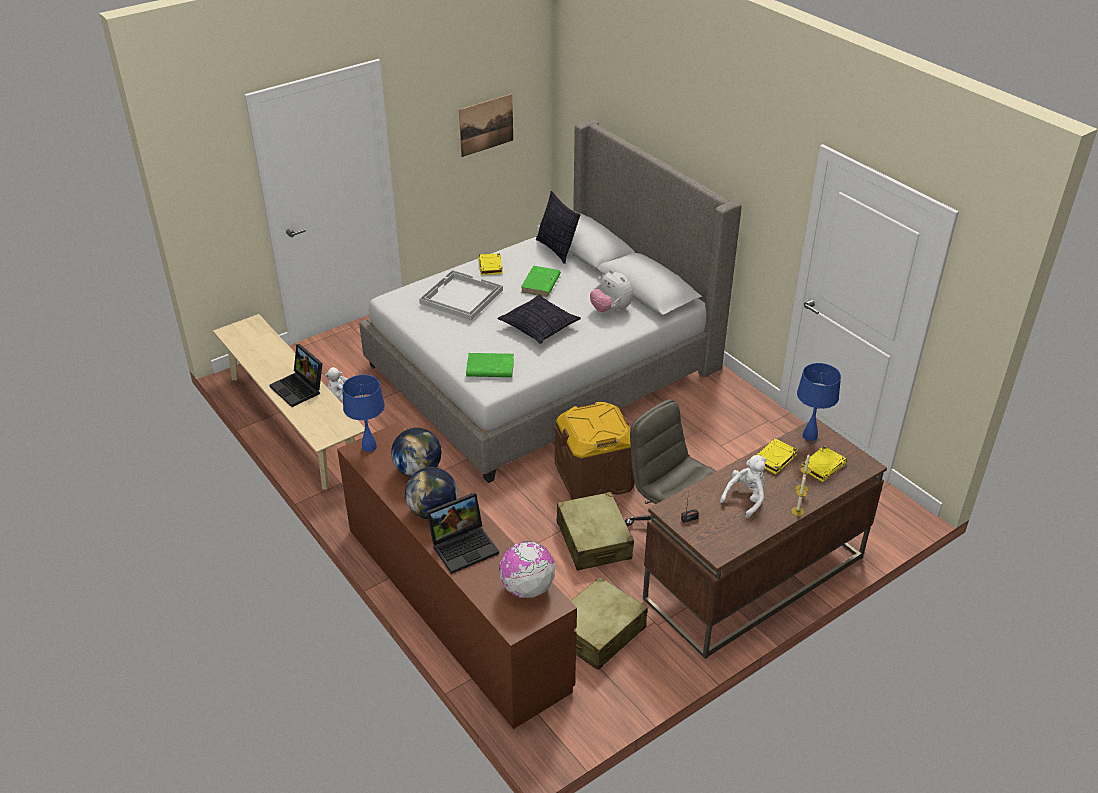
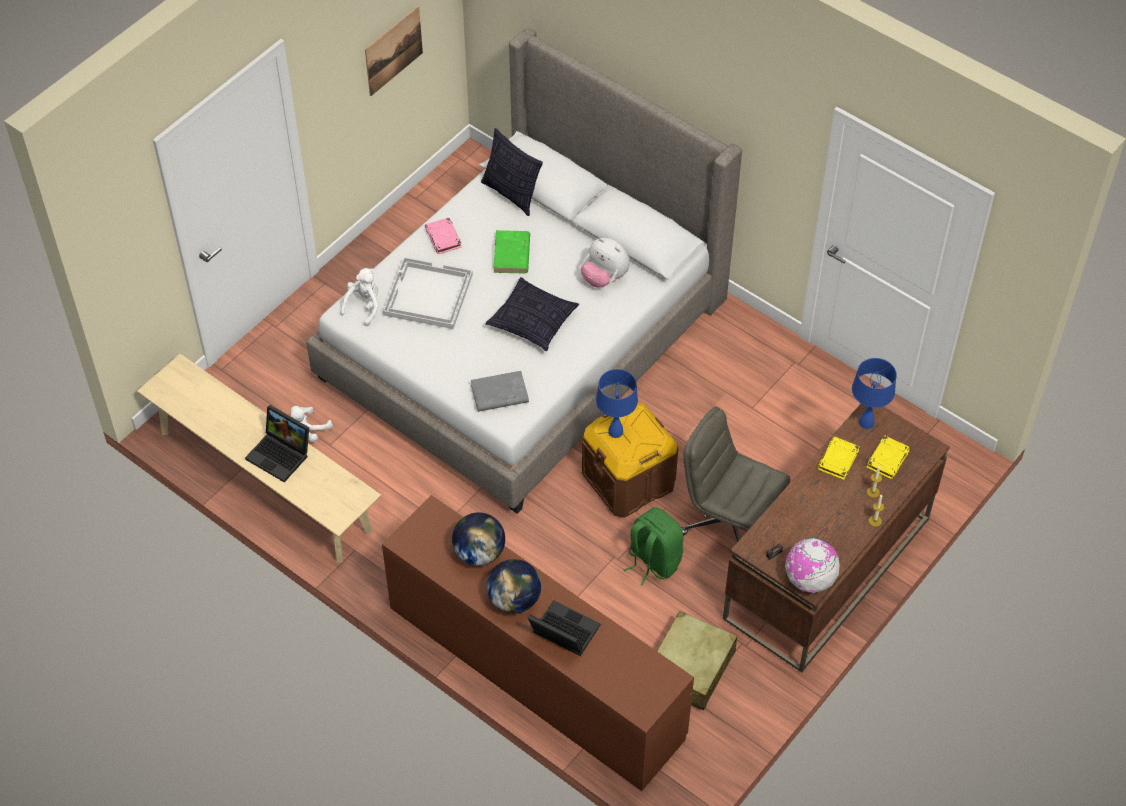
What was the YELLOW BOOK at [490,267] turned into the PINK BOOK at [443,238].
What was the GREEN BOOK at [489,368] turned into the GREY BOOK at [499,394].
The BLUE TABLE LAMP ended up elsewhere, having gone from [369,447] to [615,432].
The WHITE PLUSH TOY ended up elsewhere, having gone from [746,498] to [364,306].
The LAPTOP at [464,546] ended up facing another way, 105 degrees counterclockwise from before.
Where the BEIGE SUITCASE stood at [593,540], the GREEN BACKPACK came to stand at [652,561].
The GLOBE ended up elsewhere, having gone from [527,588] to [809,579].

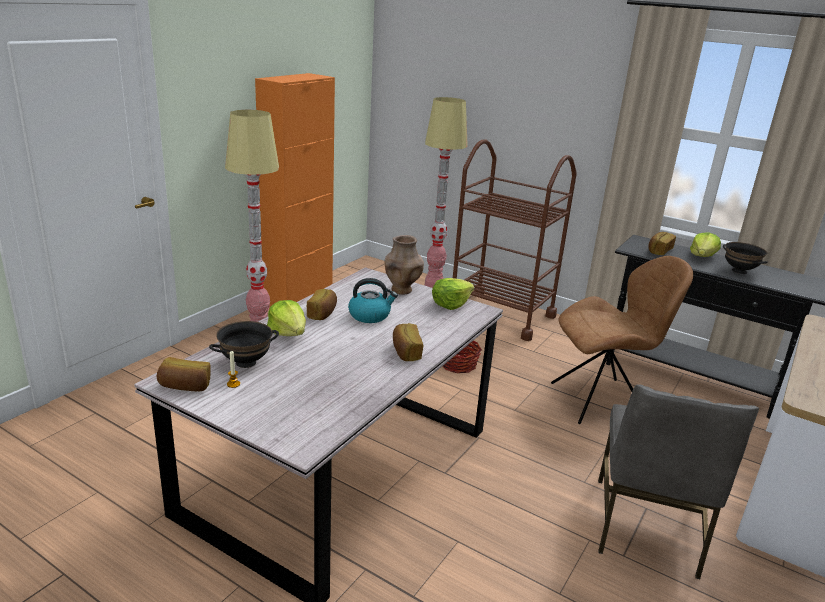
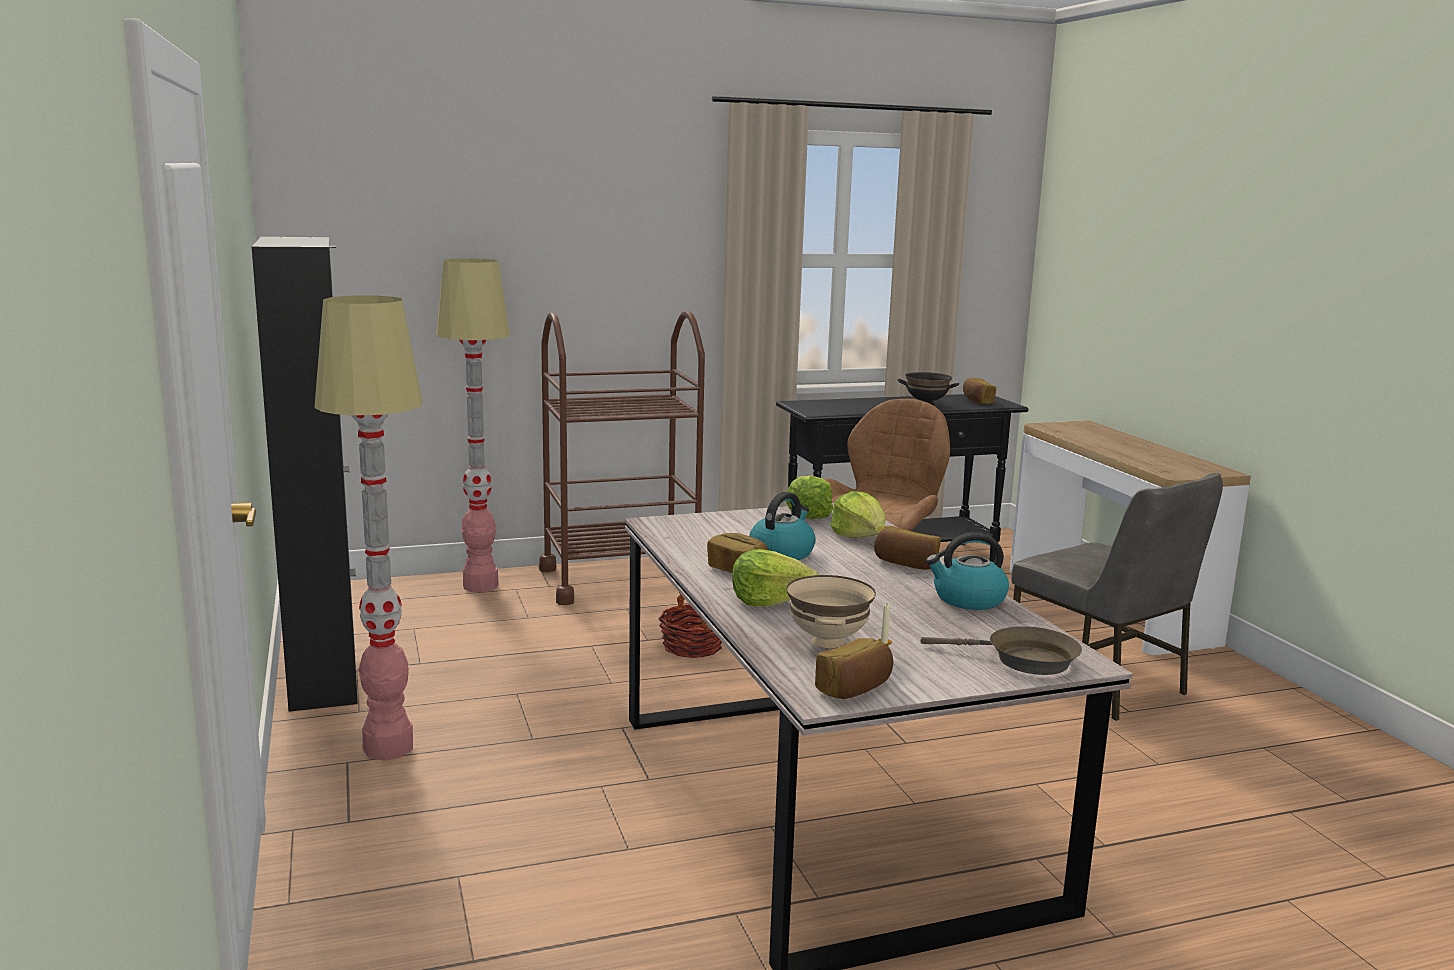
What was the ORANGE CABINET at [298,299] turned into the BLACK CABINET at [323,678].
The BREAD ended up elsewhere, having gone from [659,251] to [977,401].
The LETTUCE ended up elsewhere, having gone from [702,256] to [859,536].
The second view lost the BROWN VASE at [401,290].
What was the BLACK BOWL at [246,362] turned into the BEIGE BOWL at [827,641].
The second view gained the KETTLE at [968,599].
The second view gained the BROWN FRYING PAN at [1024,660].

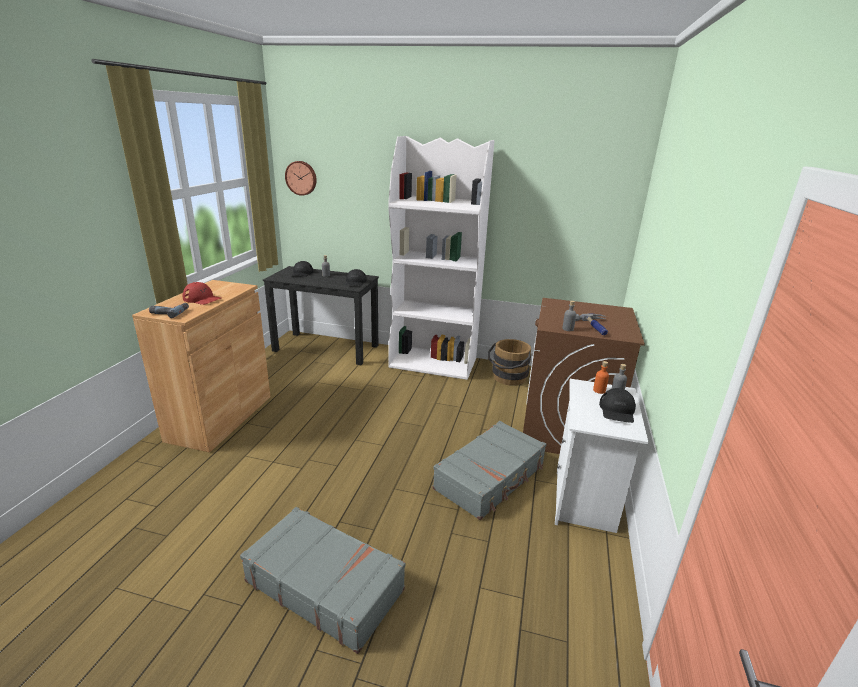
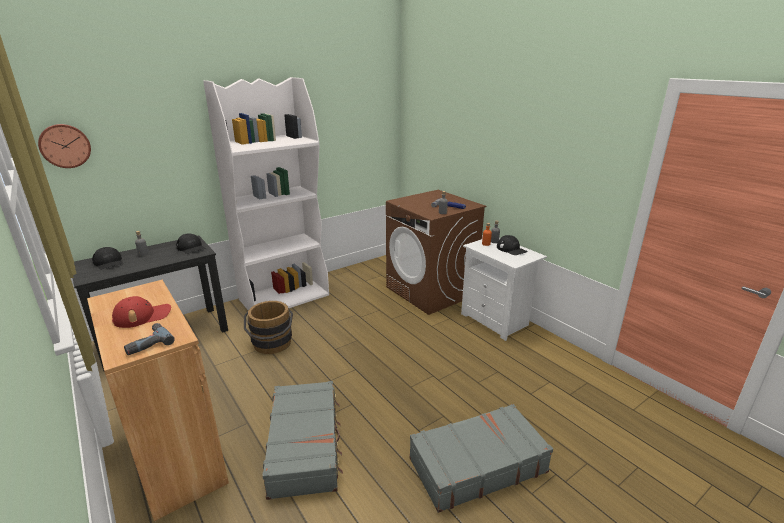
The BROWN BUCKET ended up elsewhere, having gone from [507,378] to [272,345].
The GREY SUITCASE ended up elsewhere, having gone from [490,477] to [305,445].

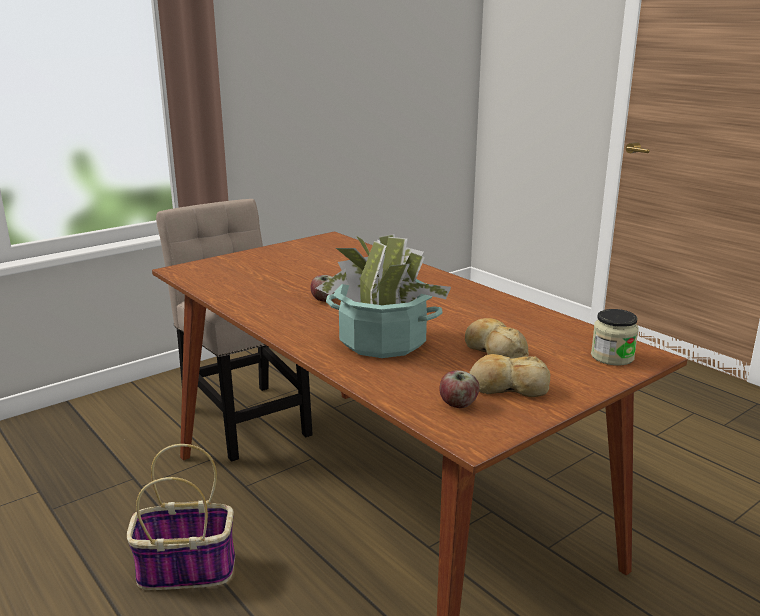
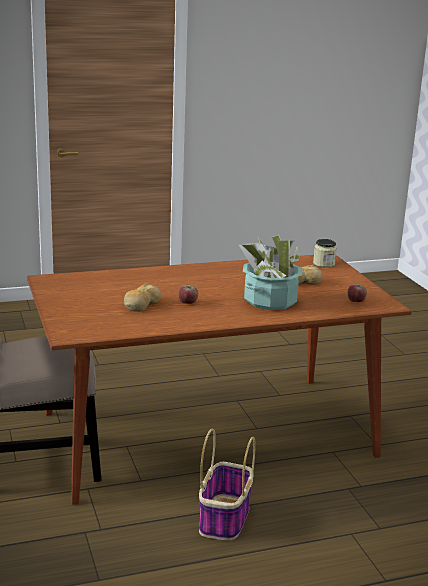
The BREAD ended up elsewhere, having gone from [508,387] to [141,304].

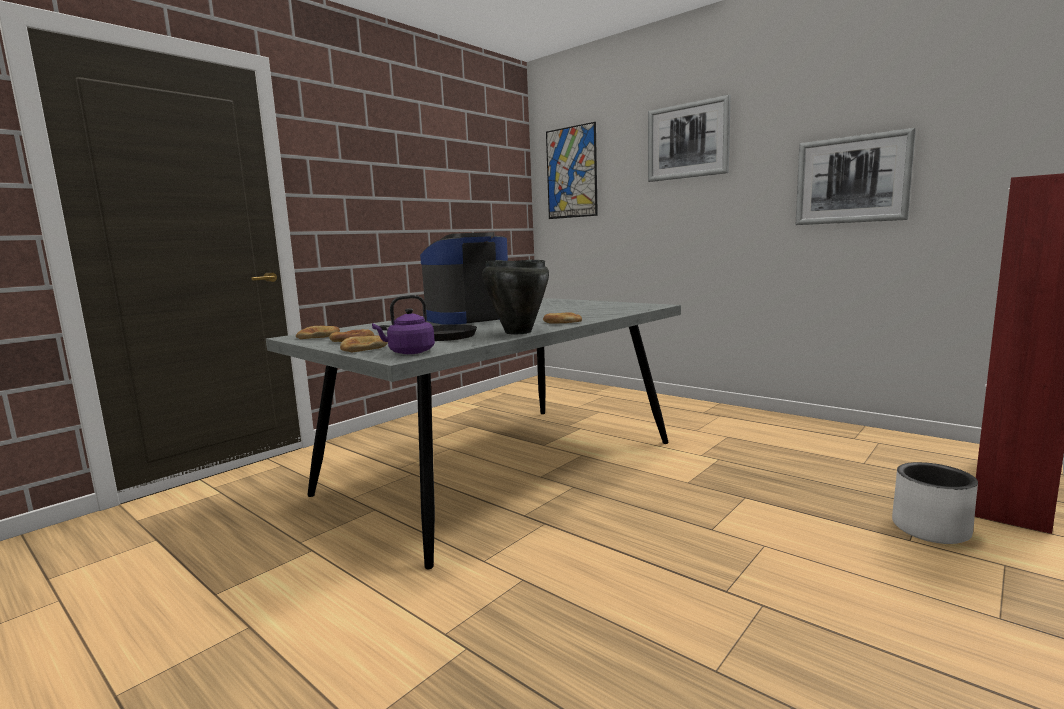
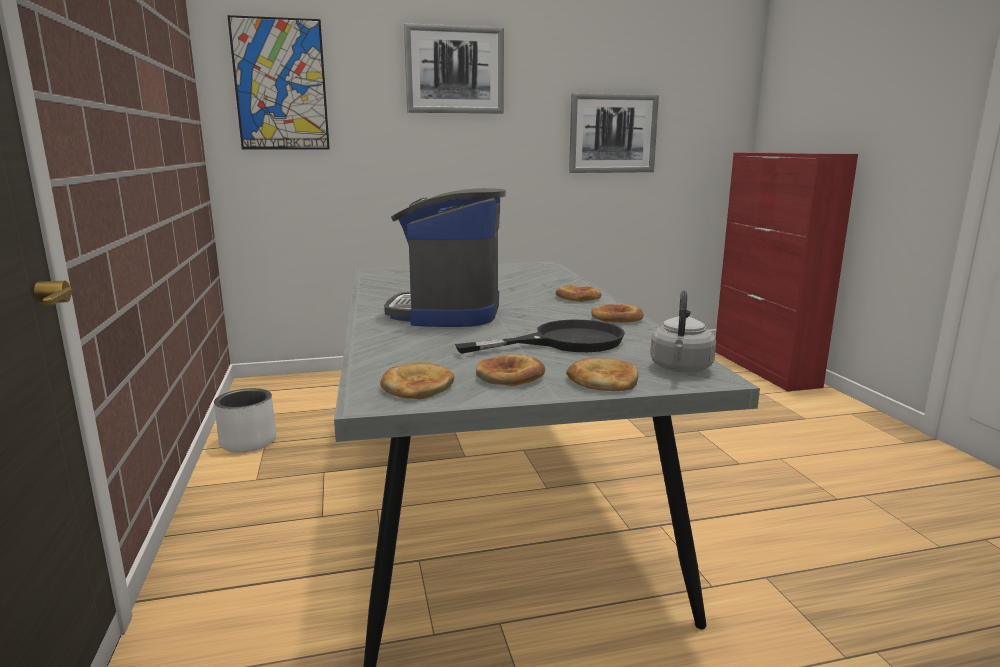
Where the BLACK COOKING POT stood at [517,332], the BREAD came to stand at [617,318].
What was the PURPLE KETTLE at [409,352] turned into the GREY KETTLE at [680,369].
The WHITE PLANTER ended up elsewhere, having gone from [931,529] to [249,442].

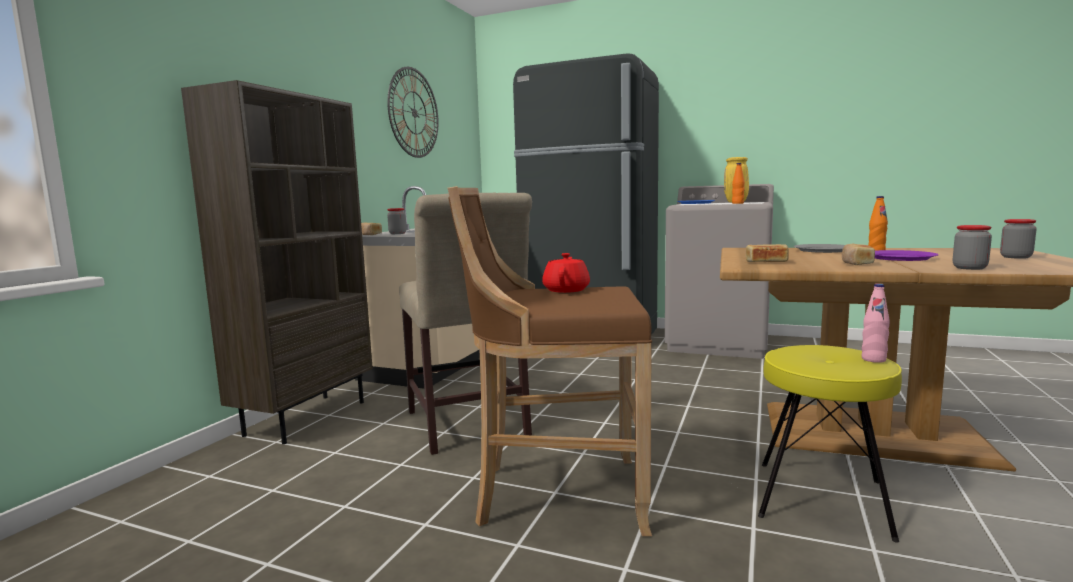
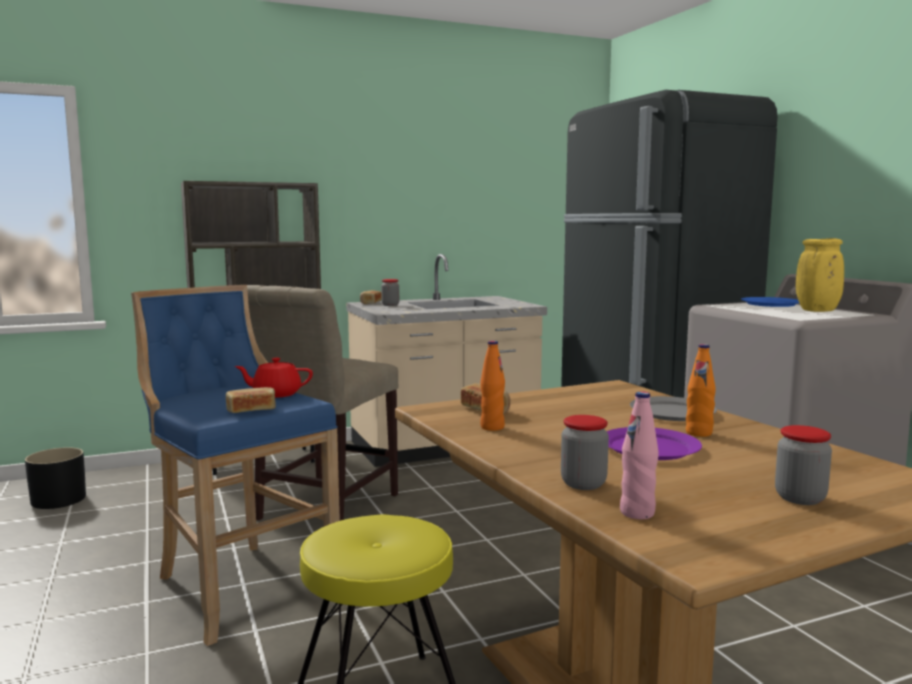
The second view lost the WALL CLOCK at [414,113].
The ORANGE BOTTLE ended up elsewhere, having gone from [737,203] to [492,427].
What was the BROWN STOOL at [555,494] turned into the BLUE STOOL at [240,585].
The BREAD ended up elsewhere, having gone from [856,263] to [251,410].
The RED TEAPOT at [566,290] ended up facing another way, 150 degrees counterclockwise from before.
The PINK BOTTLE ended up elsewhere, having gone from [873,359] to [637,513].
The second view gained the BLACK PLANTER at [59,499].

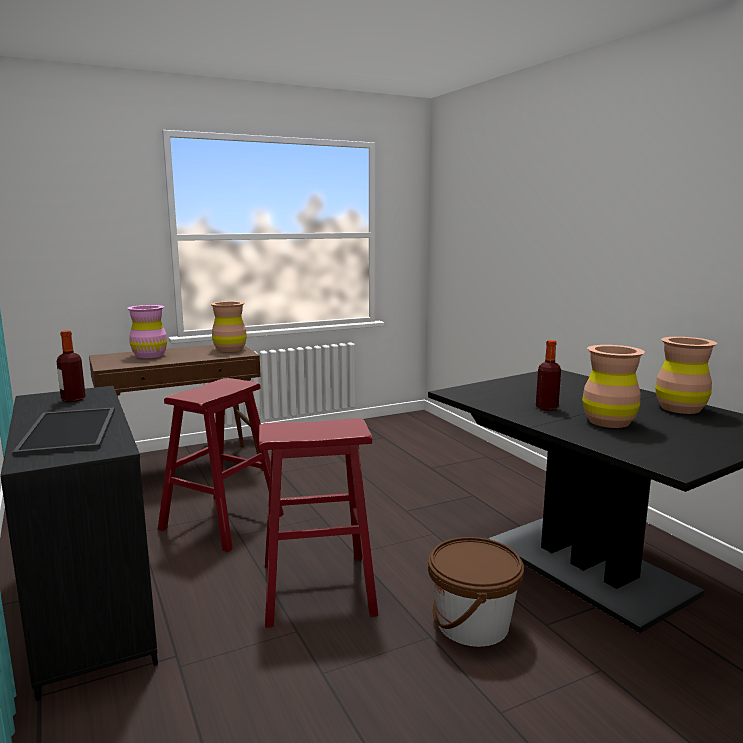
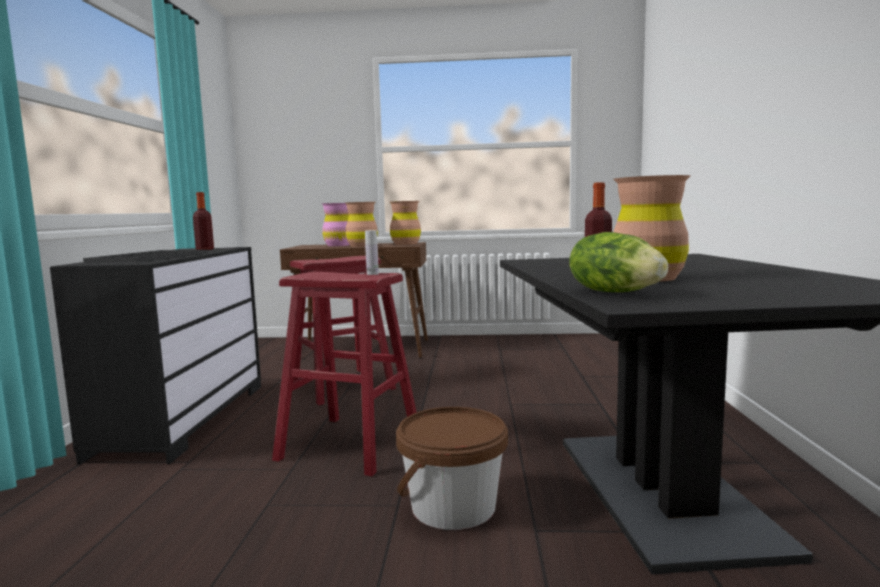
The BROWN VASE ended up elsewhere, having gone from [680,408] to [362,246].
The second view gained the WHITE BOTTLE at [372,274].
The second view gained the LETTUCE at [614,292].

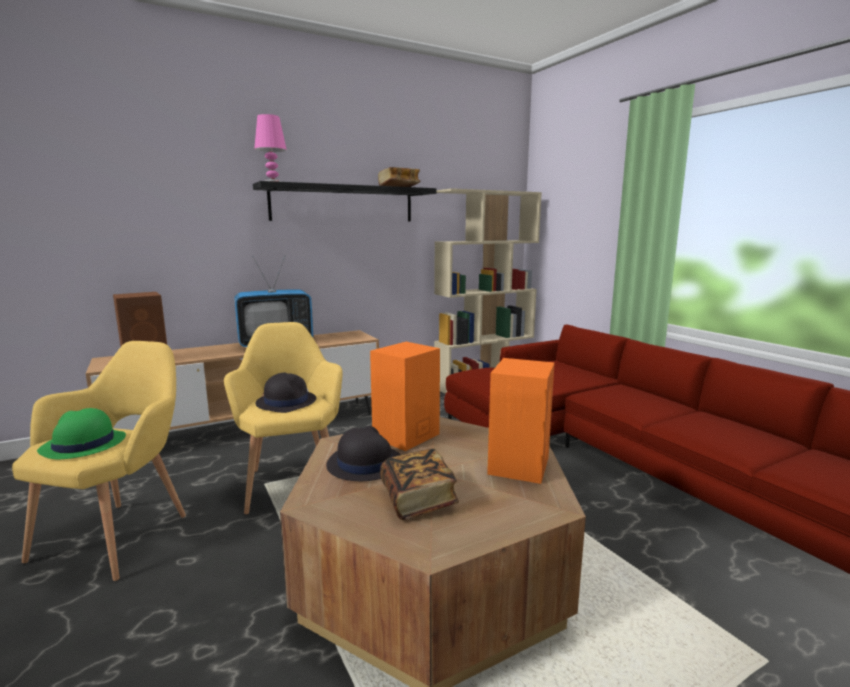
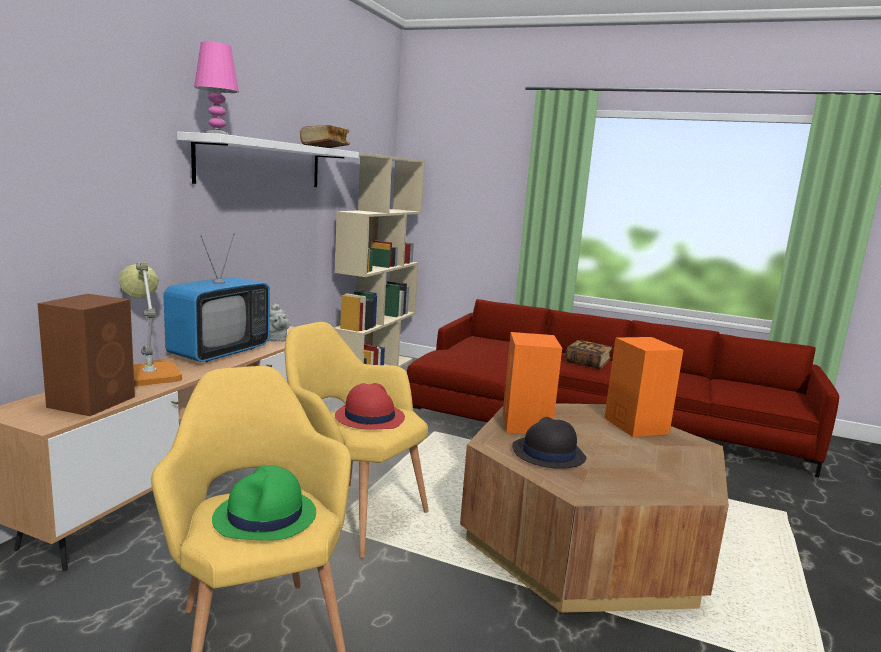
What was the BLACK SHELF at [343,204] turned into the WHITE SHELF at [262,164].
What was the BLACK HAT at [286,402] turned into the RED HAT at [369,417].
The BOOK ended up elsewhere, having gone from [418,499] to [587,363].
The second view gained the TABLE LAMP at [147,373].
The second view gained the GREY TEAPOT at [276,339].

